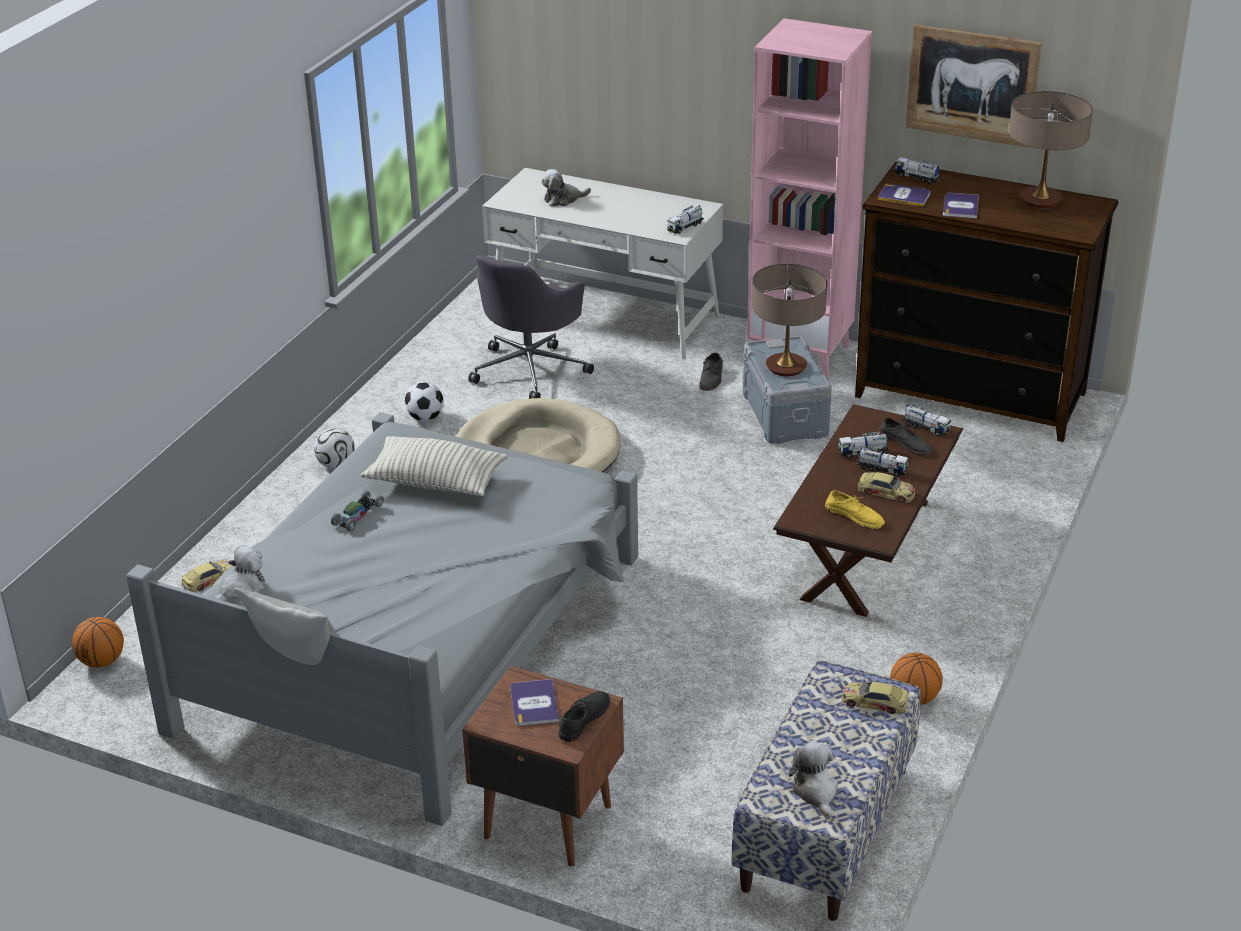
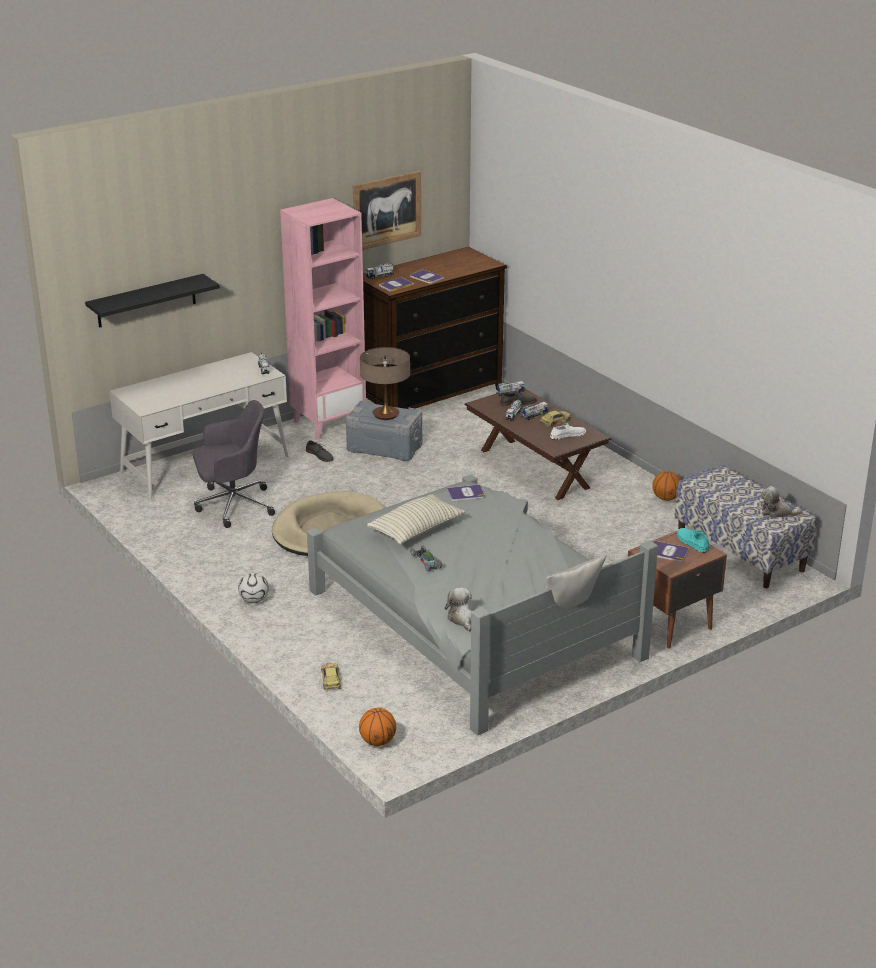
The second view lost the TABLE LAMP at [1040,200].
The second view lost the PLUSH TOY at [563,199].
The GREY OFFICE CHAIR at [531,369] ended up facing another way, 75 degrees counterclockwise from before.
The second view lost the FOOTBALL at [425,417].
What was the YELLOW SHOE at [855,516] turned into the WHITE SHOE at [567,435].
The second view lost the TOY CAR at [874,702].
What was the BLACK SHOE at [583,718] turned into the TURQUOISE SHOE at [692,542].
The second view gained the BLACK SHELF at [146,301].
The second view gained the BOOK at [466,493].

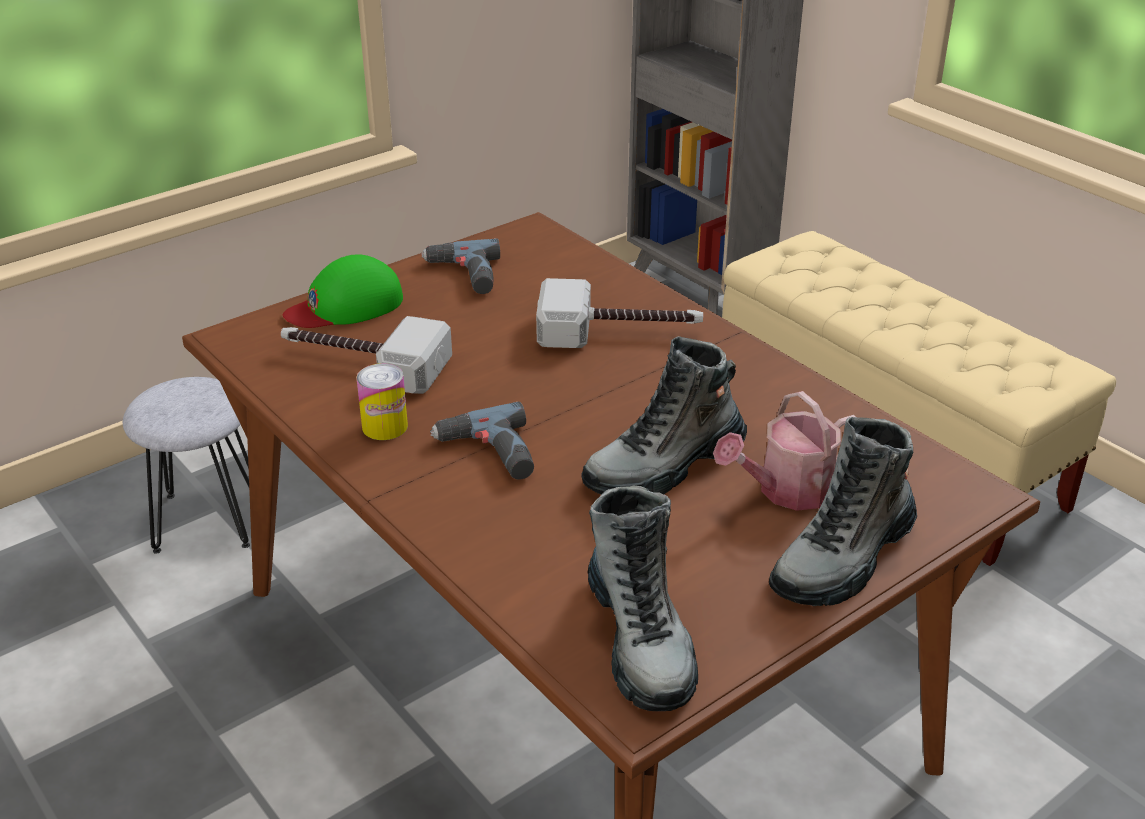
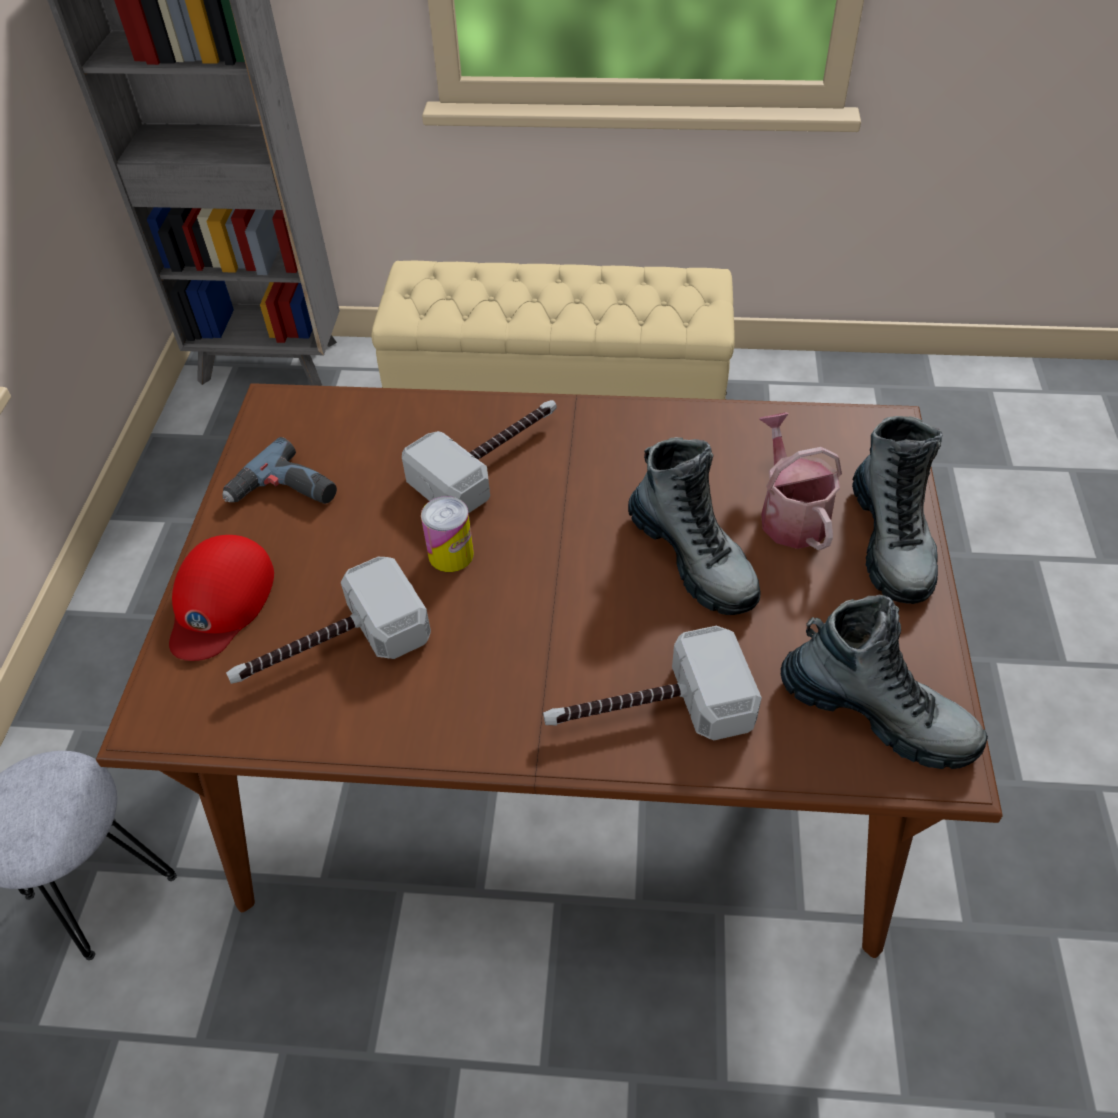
What was the GREEN CAP at [346,305] turned into the RED CAP at [220,602].
The BOOT at [665,466] ended up facing another way, 45 degrees counterclockwise from before.
The CAN ended up elsewhere, having gone from [385,426] to [451,554].
The WATERING CAN at [786,491] ended up facing another way, 150 degrees clockwise from before.
The second view lost the POWER DRILL at [488,455].
The second view gained the HAMMER at [645,710].

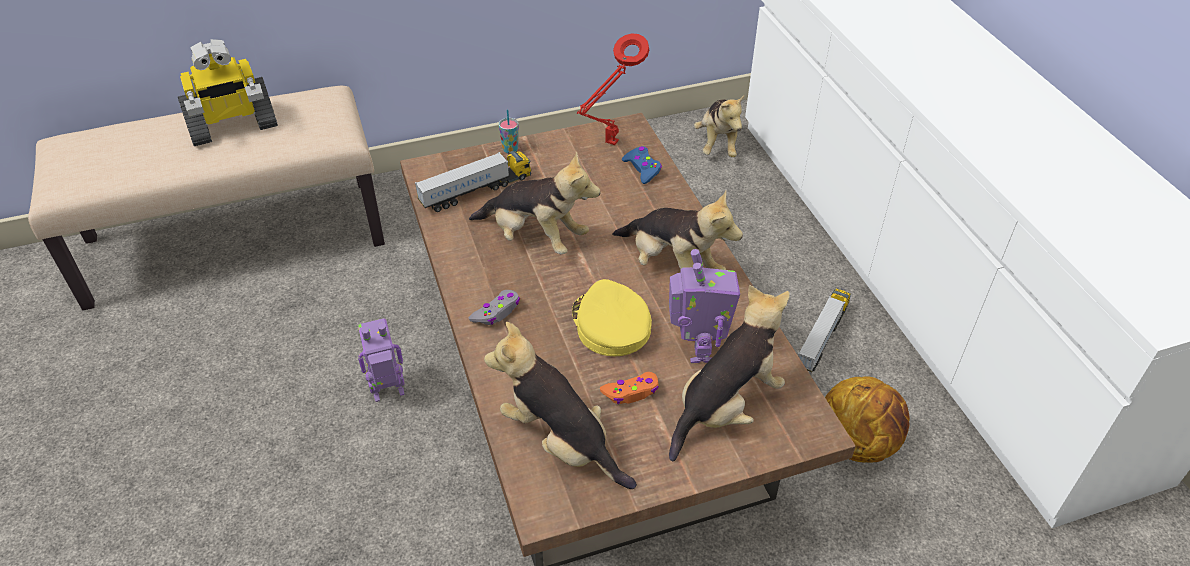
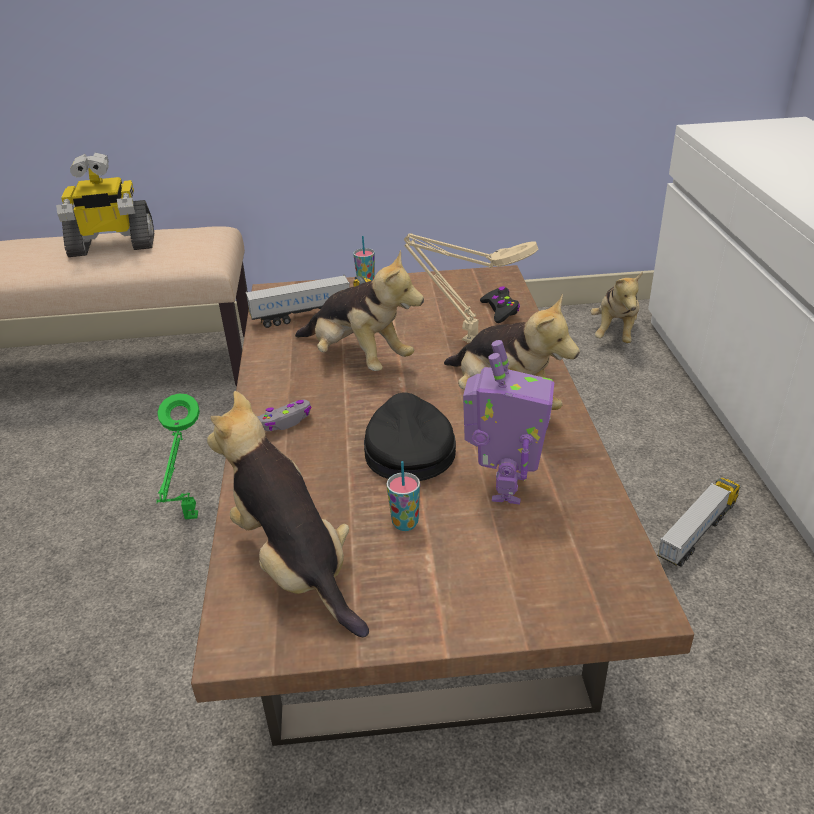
The second view lost the RED TABLE LAMP at [610,144].
What was the BLUE GAME CONTROLLER at [642,169] turned into the BLACK GAME CONTROLLER at [500,310].
What was the YELLOW CAP at [610,324] turned into the BLACK CAP at [407,449].
The second view lost the PLUSH TOY at [726,407].
Where the TOY ROBOT stood at [389,393], the GREEN TABLE LAMP came to stand at [191,520].
Where the ORANGE GAME CONTROLLER stood at [631,392], the CUP came to stand at [405,523].
The second view lost the BASKETBALL at [857,443].
The second view gained the BEIGE TABLE LAMP at [466,339].

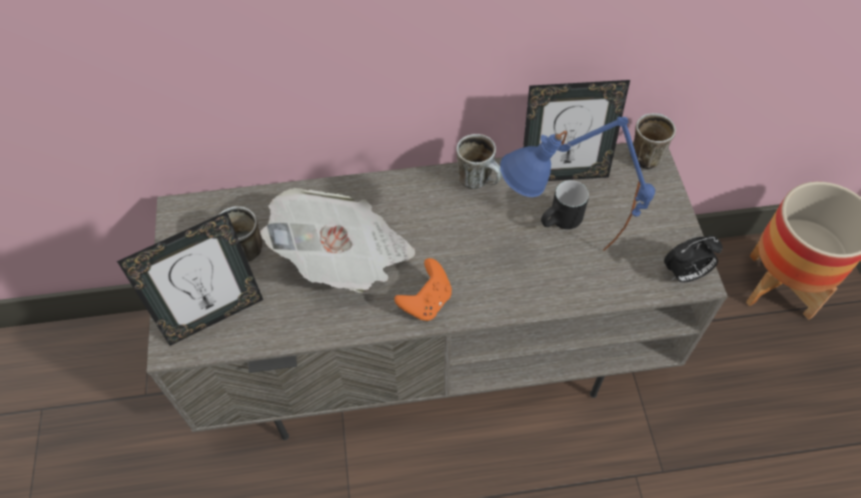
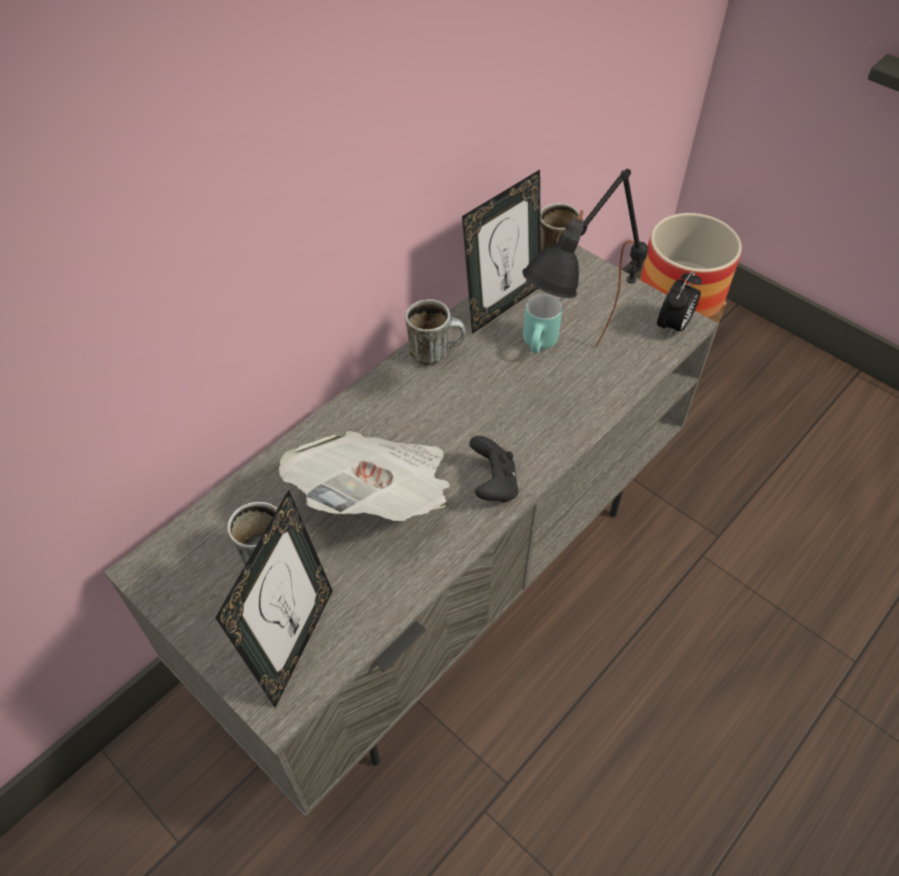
What was the BLUE TABLE LAMP at [558,266] turned into the BLACK TABLE LAMP at [573,381].
What was the BLACK MUG at [561,223] turned into the TURQUOISE MUG at [541,345].
What was the ORANGE GAME CONTROLLER at [426,302] turned into the BLACK GAME CONTROLLER at [493,485].

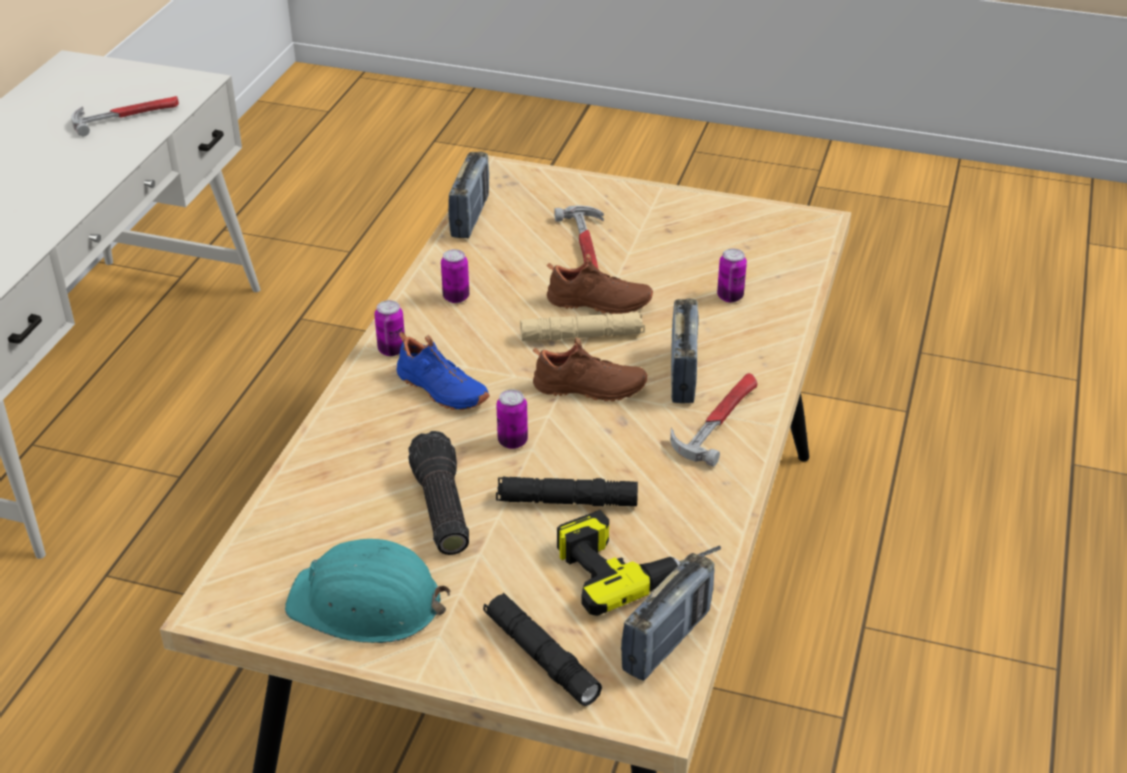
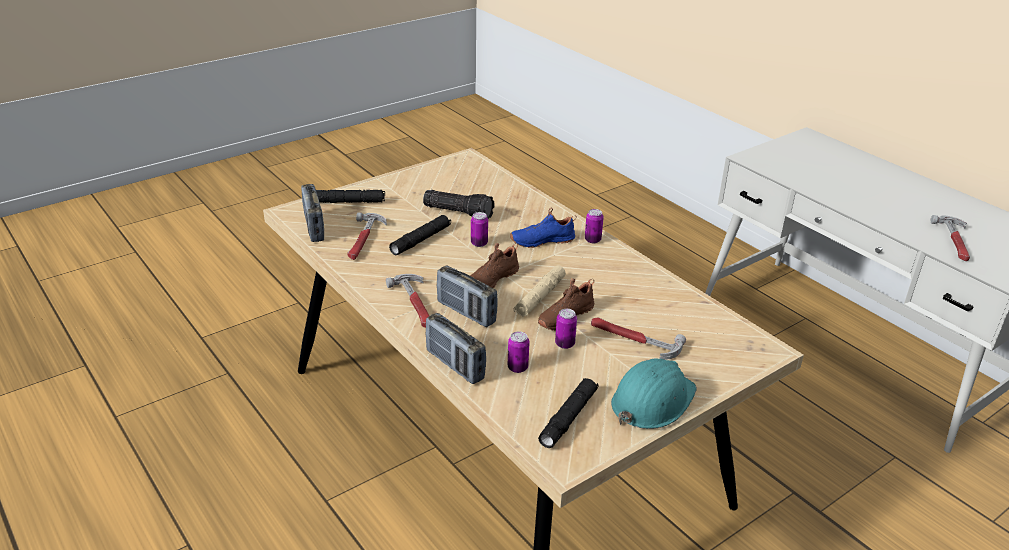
The RADIO ended up elsewhere, having gone from [470,217] to [455,365].
The CAN ended up elsewhere, having gone from [456,297] to [564,344].
Where the POWER DRILL stood at [633,560], the HAMMER came to stand at [364,239].
The TURQUOISE HARD HAT ended up elsewhere, having gone from [367,603] to [652,401].
The second view gained the BLACK FLASHLIGHT at [568,418].

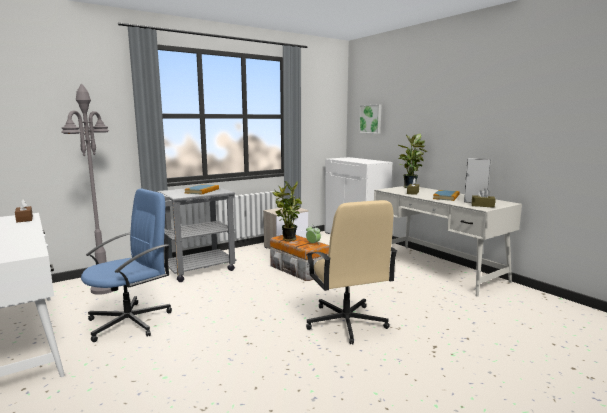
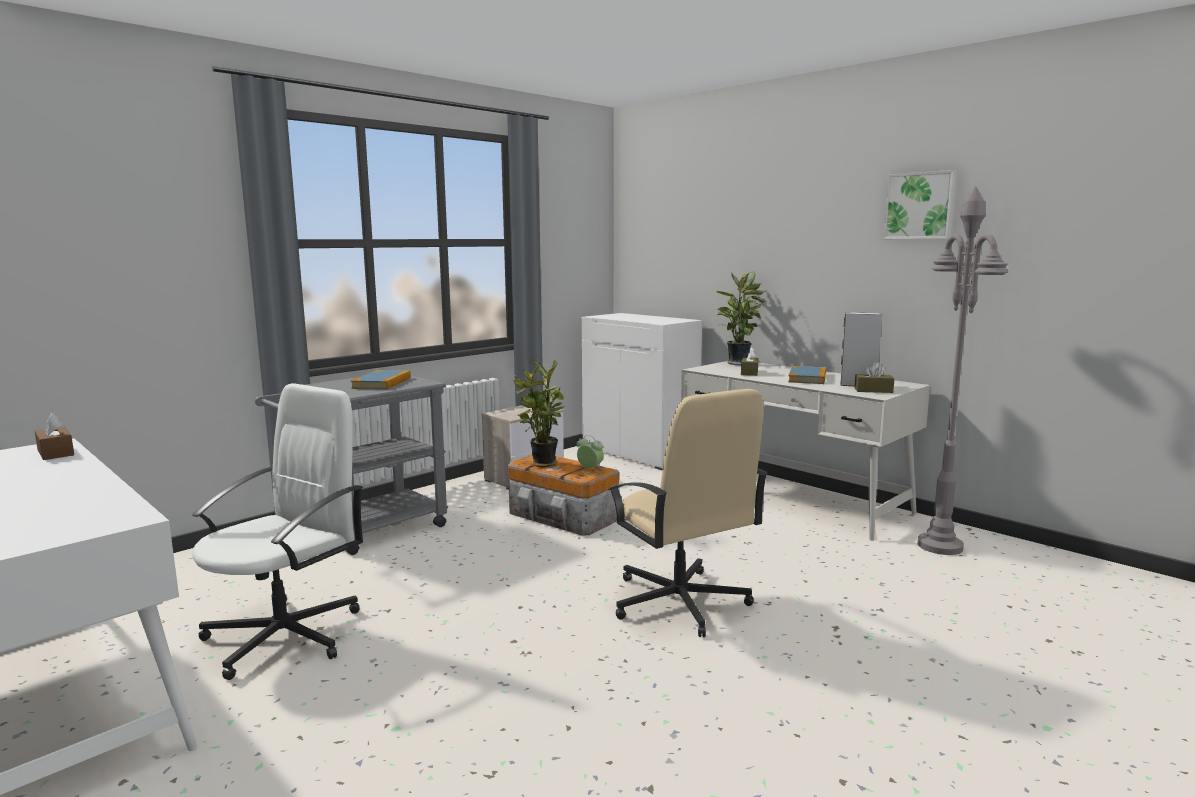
The GREY FLOOR LAMP ended up elsewhere, having gone from [104,289] to [940,546].
The PICTURE ended up elsewhere, having gone from [371,119] to [920,206].
What was the BLUE OFFICE CHAIR at [130,321] turned into the WHITE OFFICE CHAIR at [286,635].

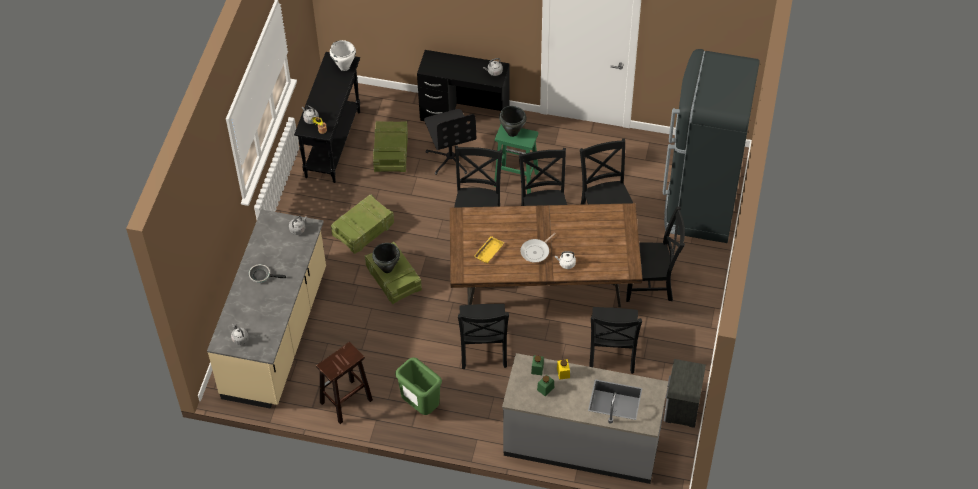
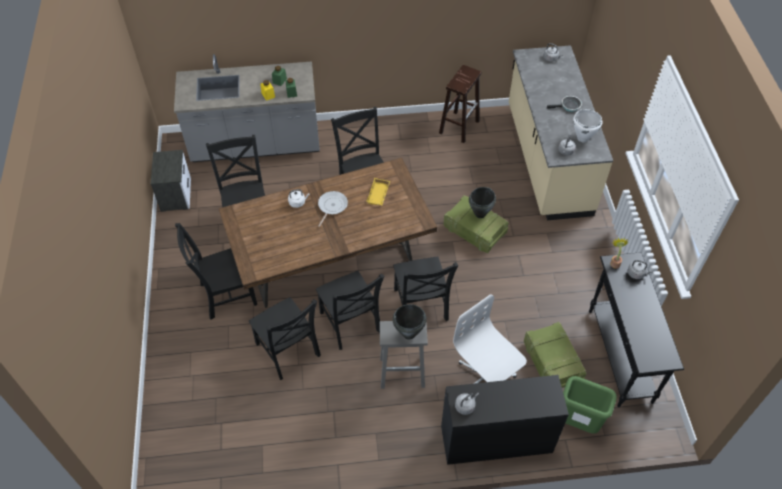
The WHITE COOKING POT ended up elsewhere, having gone from [344,67] to [582,138].
The second view lost the BLACK FRIDGE at [700,206].
What was the BLACK OFFICE CHAIR at [451,157] turned into the WHITE OFFICE CHAIR at [485,378].
What was the GREEN STOOL at [515,179] turned into the GREY STOOL at [403,372].
The second view lost the CRATE at [364,230].
The GREEN TRASH CAN ended up elsewhere, having gone from [420,405] to [578,422].

